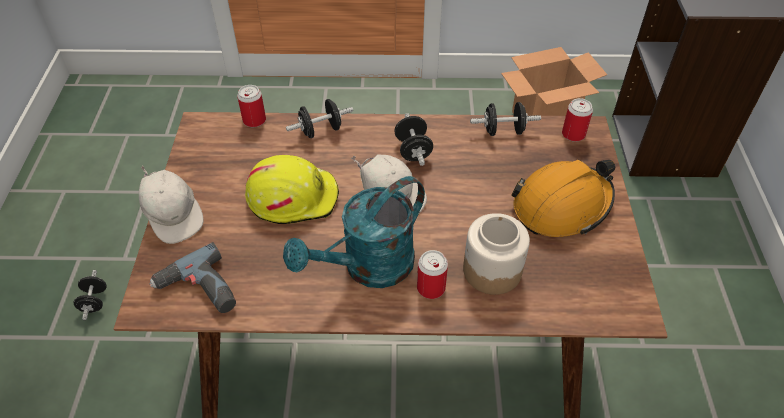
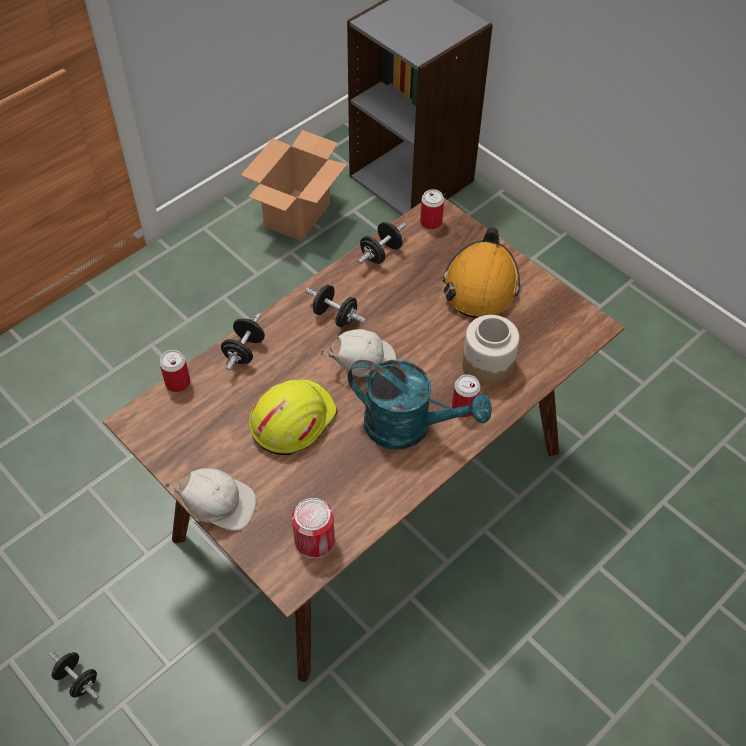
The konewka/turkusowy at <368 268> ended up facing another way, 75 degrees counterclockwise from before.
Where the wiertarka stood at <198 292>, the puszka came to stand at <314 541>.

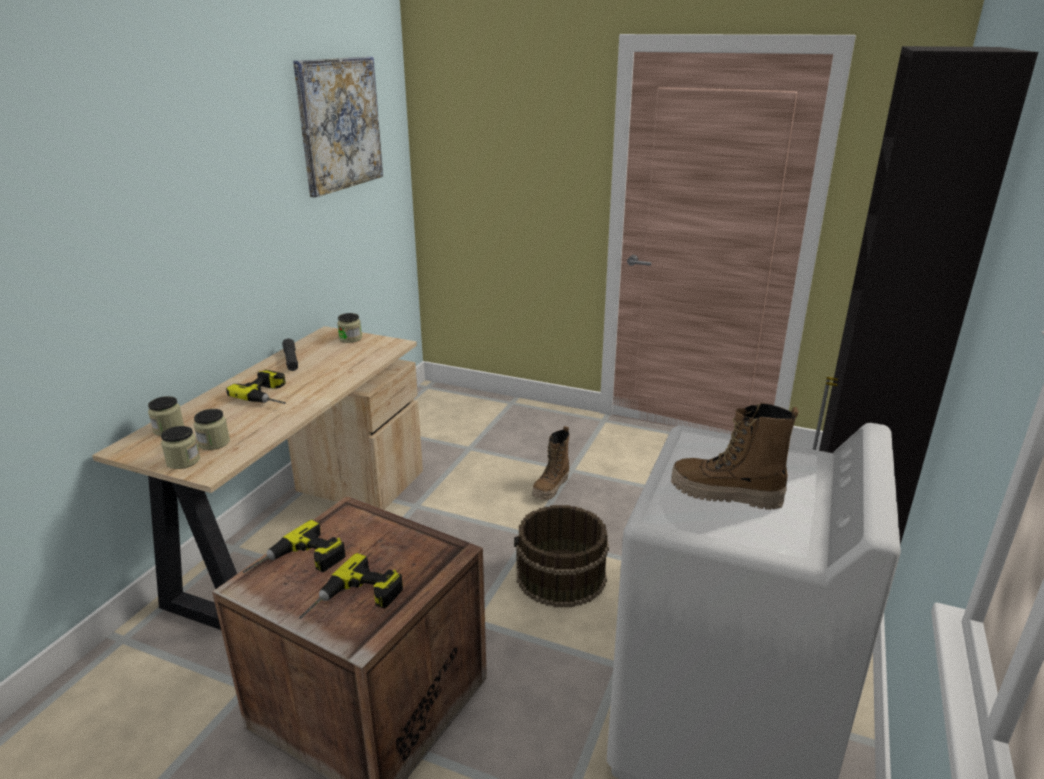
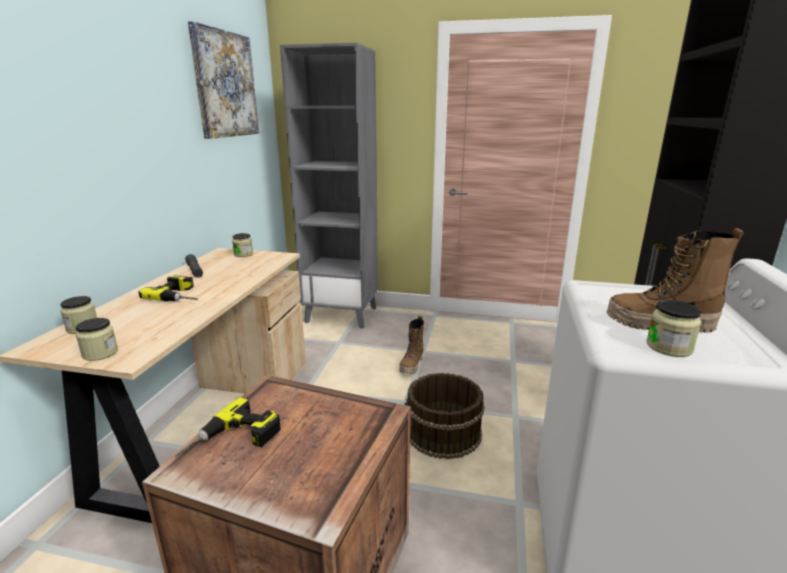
The słoik ended up elsewhere, having gone from <214 443> to <669 347>.
The second view lost the wiertarka at <354 601>.
The second view gained the regał/szary at <342 315>.

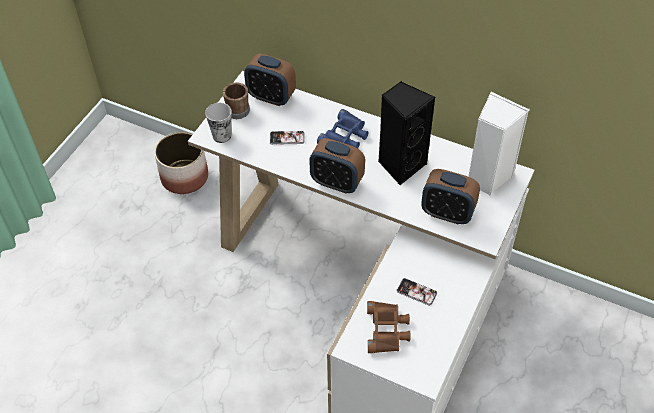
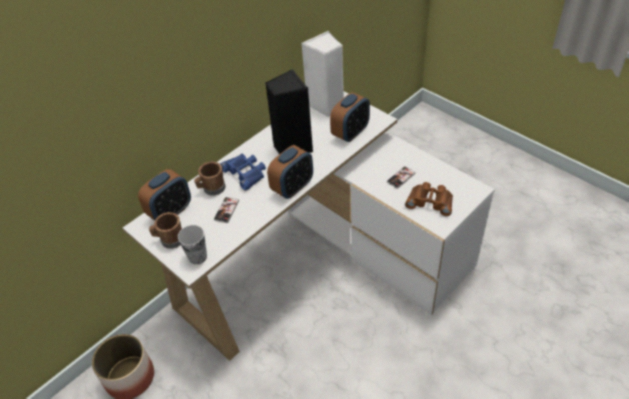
The second view gained the kubek/brązowy at <212 189>.

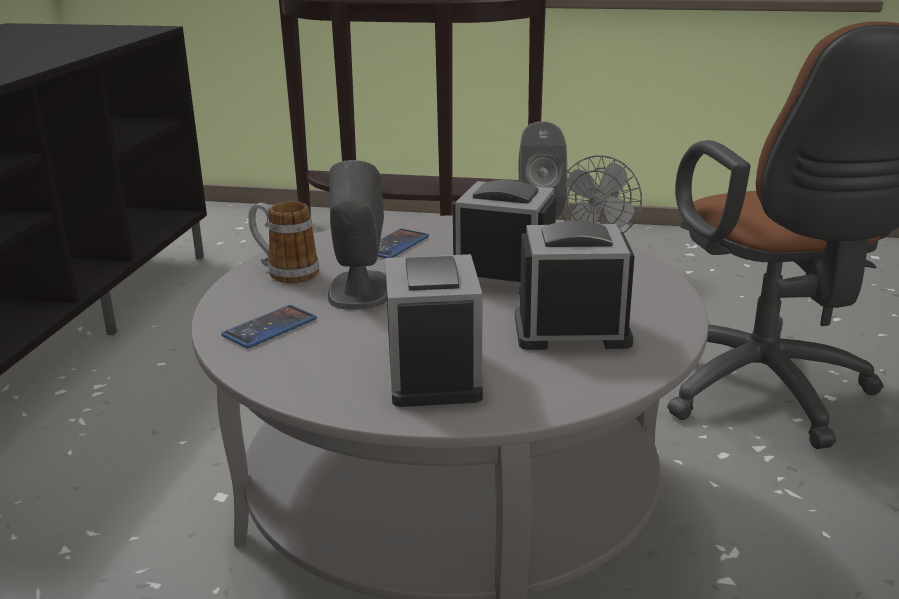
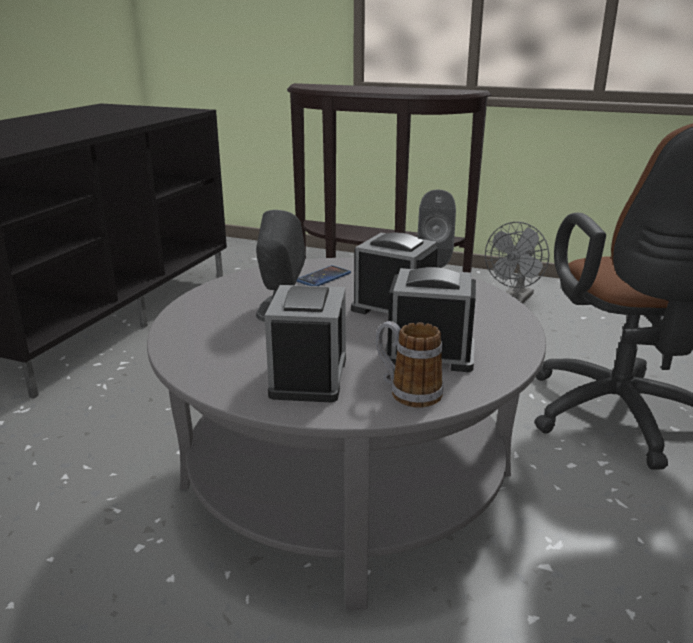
The kubek ended up elsewhere, having gone from <285 272> to <407 392>.
The second view lost the telefon at <270 327>.

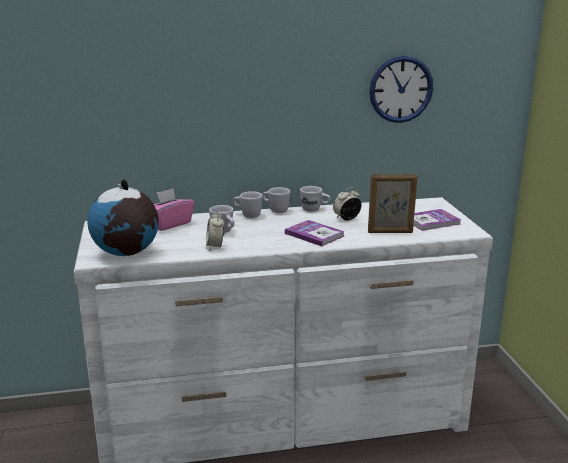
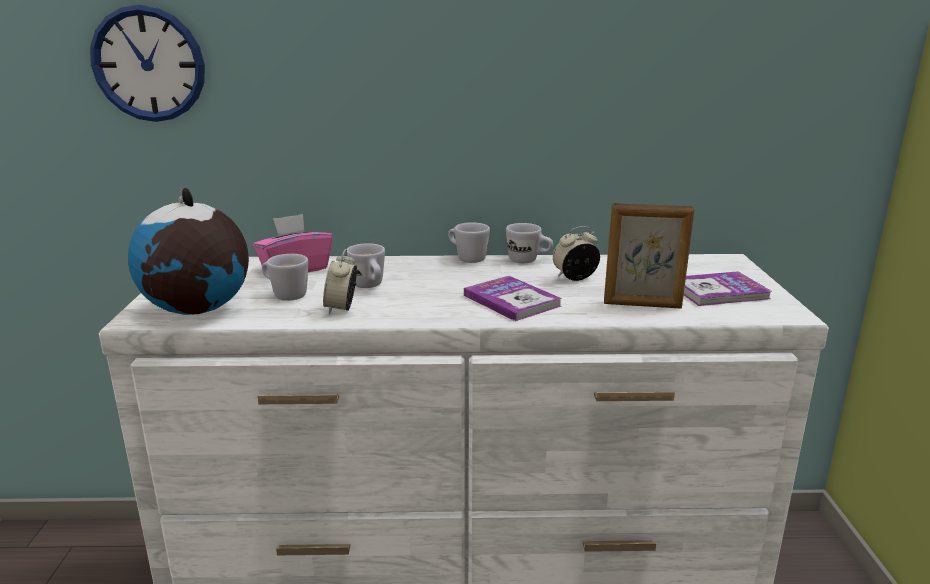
The zegar ścienny ended up elsewhere, having gone from <401 89> to <148 64>.
The kubek/biały ended up elsewhere, having gone from <247 215> to <285 294>.

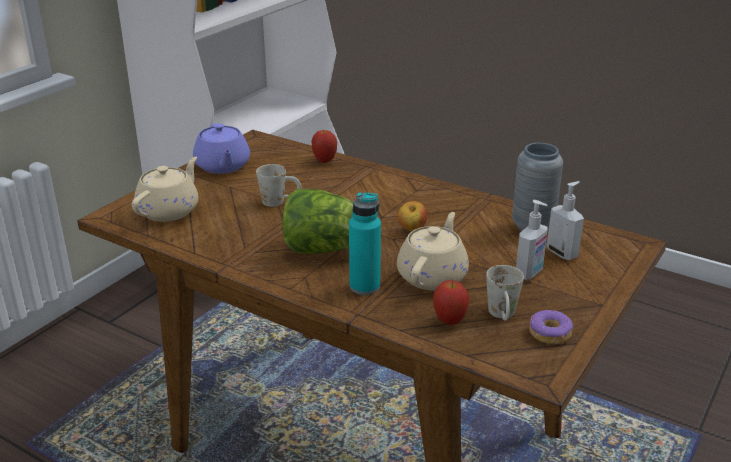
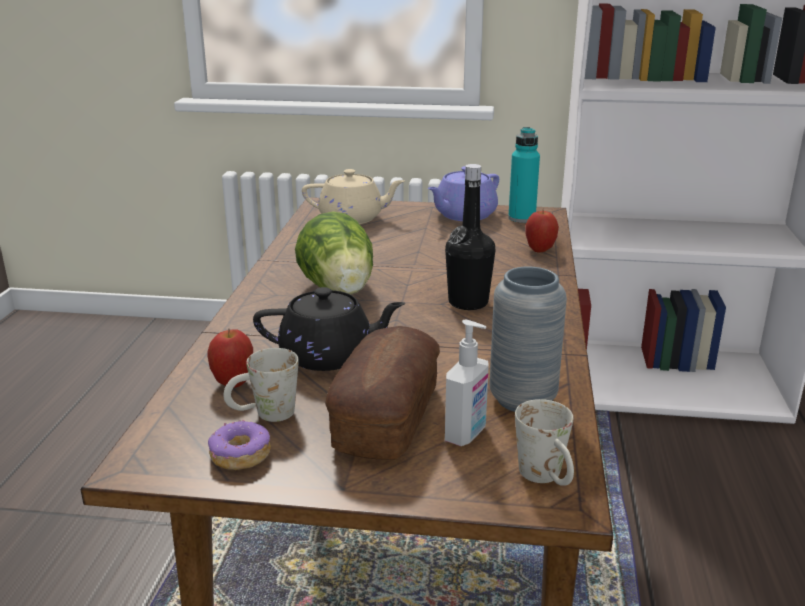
The kubek/biały ended up elsewhere, having gone from <280 202> to <547 479>.
The butelka/turkusowy ended up elsewhere, having gone from <364 286> to <521 218>.
Where the dozownik mydła stood at <529 273>, the chleb came to stand at <386 417>.
The second view lost the jabłko at <411 230>.
What was the imbryk/beżowy at <433 276> turned into the imbryk/czarny at <329 356>.
The second view gained the butelka/czarny at <468 302>.

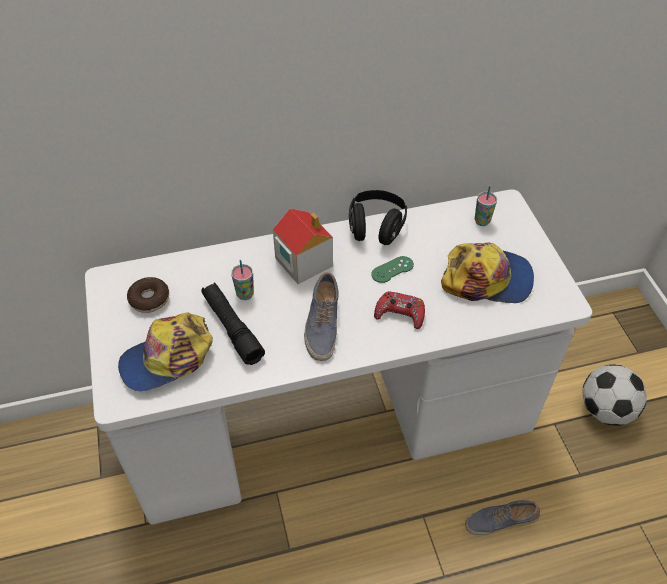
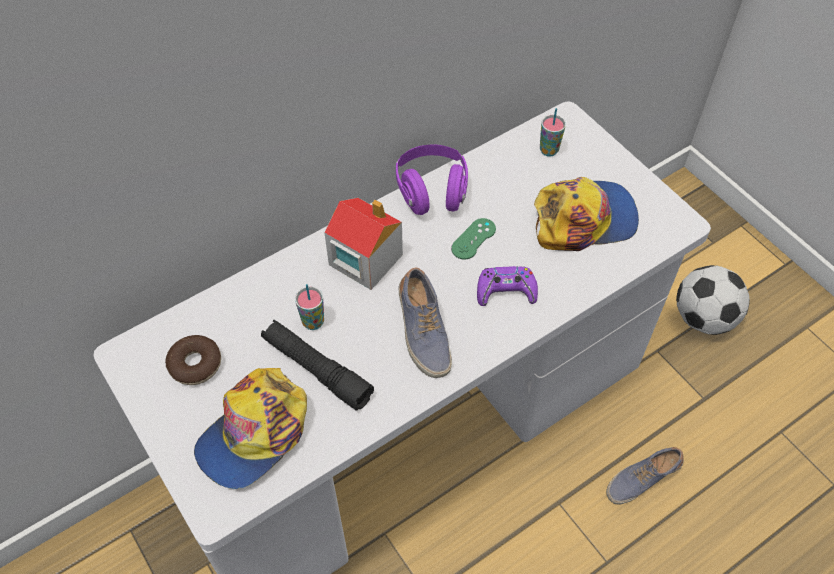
What was the słuchawki/czarny at <376 228> turned into the słuchawki/fioletowy at <432 192>.
What was the pad do gier/czerwony at <400 314> turned into the pad do gier/fioletowy at <505 291>.

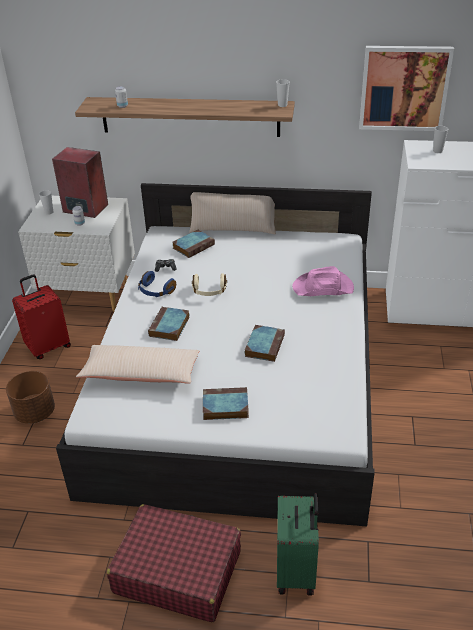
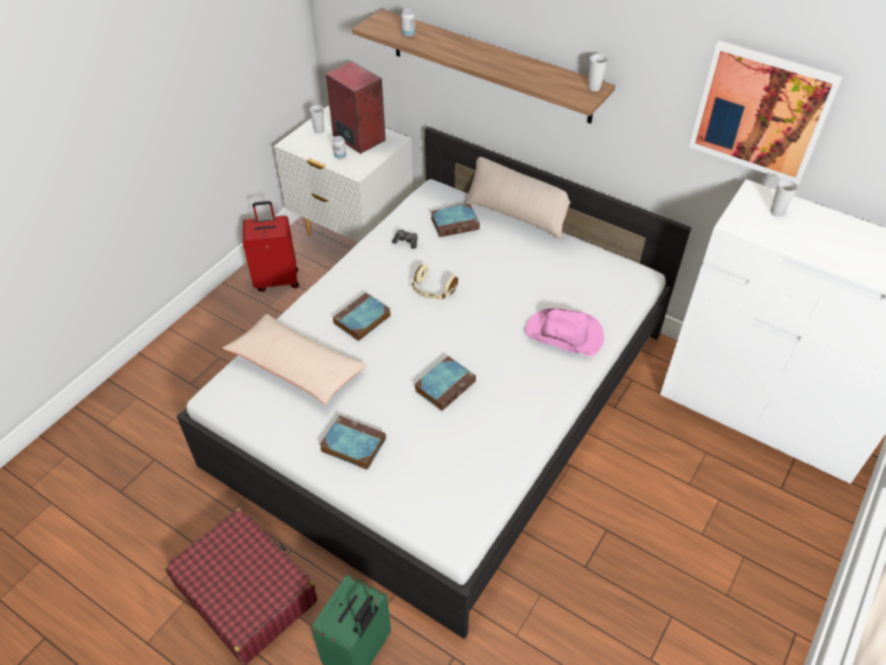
The second view lost the słuchawki/niebieski at <155 291>.
The second view lost the donica/brązowy at <35 412>.

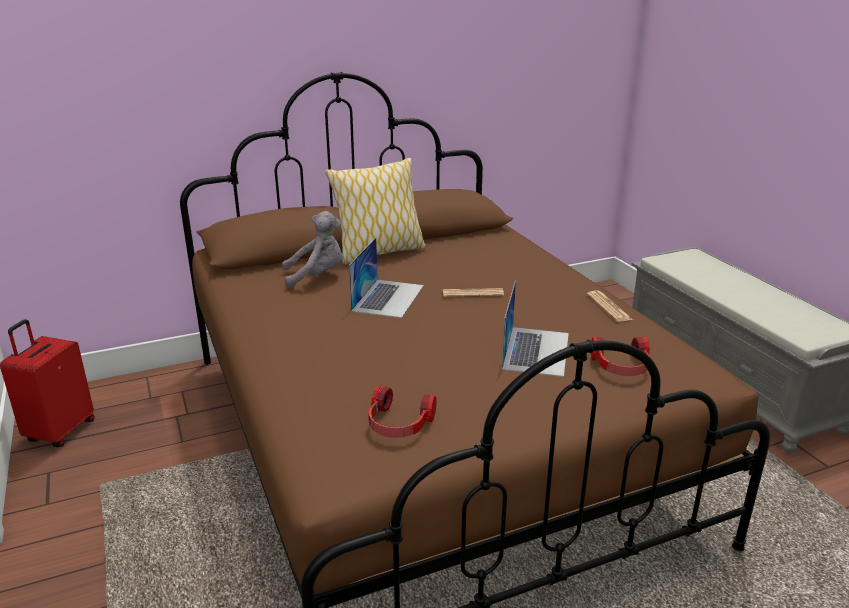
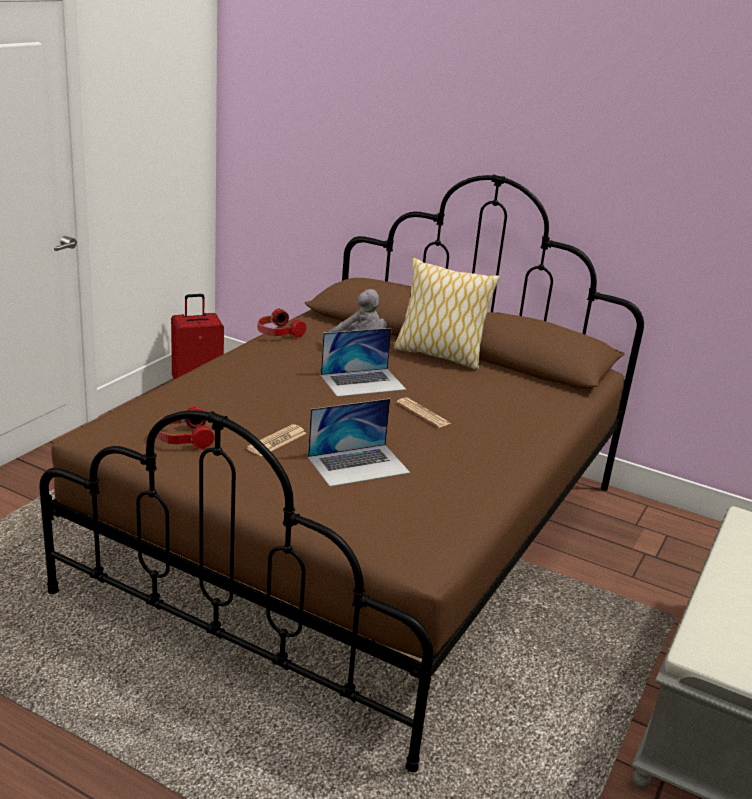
The gazeta ended up elsewhere, having gone from <609 307> to <277 441>.
The słuchawki ended up elsewhere, having gone from <621 367> to <278 333>.

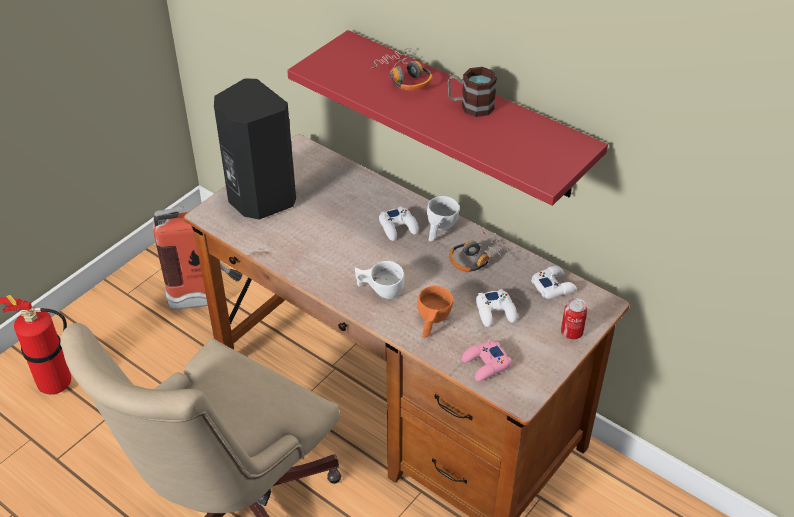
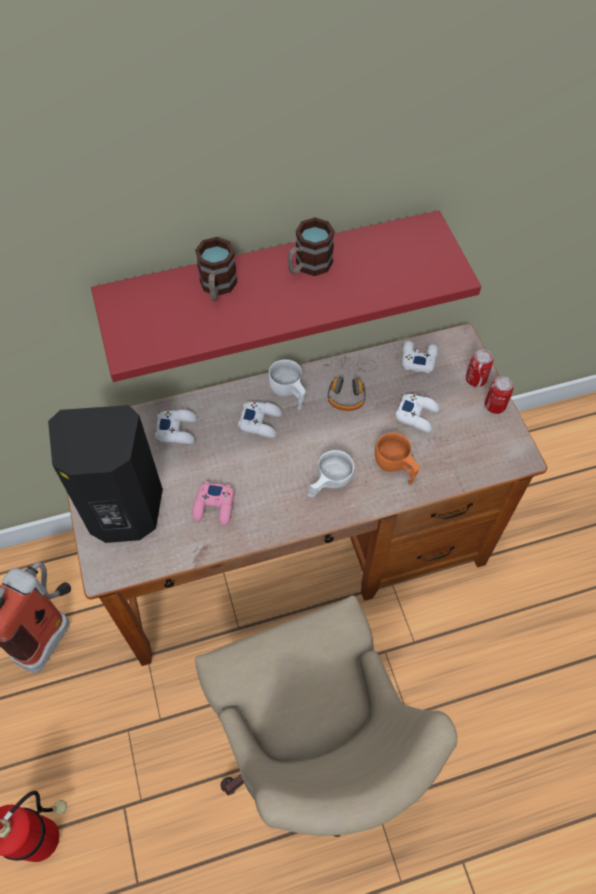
Where the słuchawki stood at <404 77>, the kubek came to stand at <217 287>.
The pad do gier/różowy ended up elsewhere, having gone from <485 365> to <214 506>.
The second view gained the puszka at <494 406>.
The second view gained the pad do gier/biały at <177 430>.

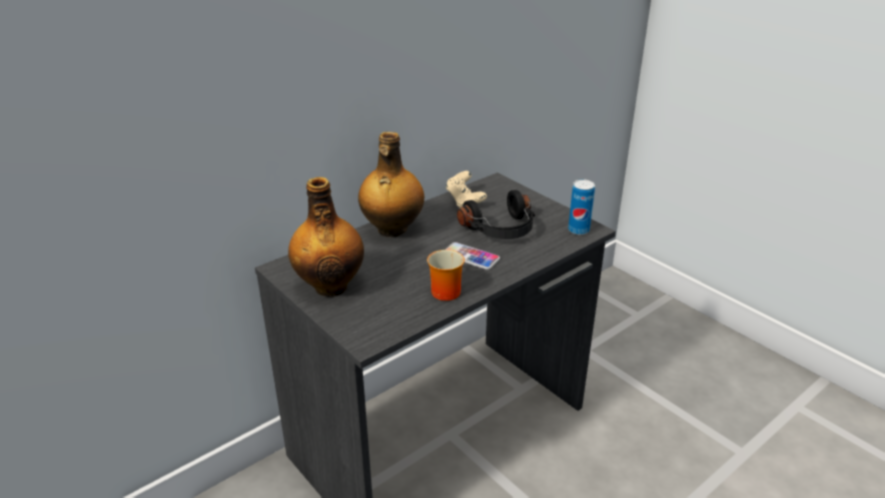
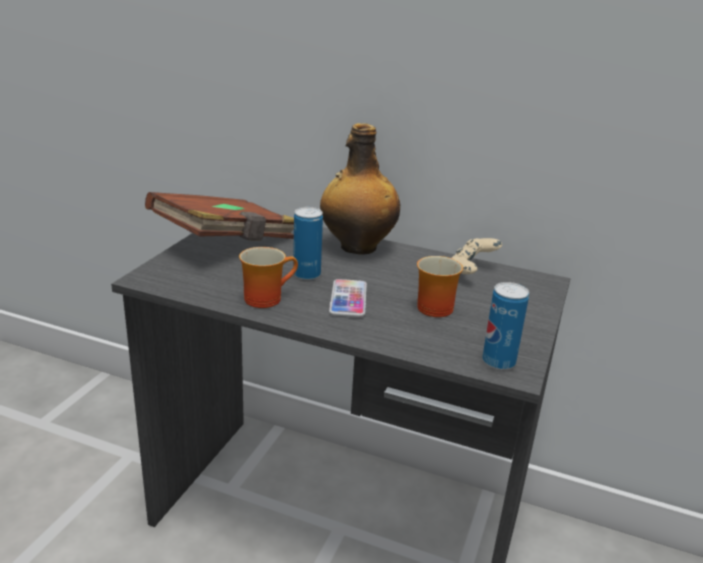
Where the butelka stood at <330 286>, the książka/brązowy came to stand at <227 242>.
Where the słuchawki/czarny stood at <501 230>, the kubek came to stand at <430 306>.
The second view gained the puszka at <306 274>.

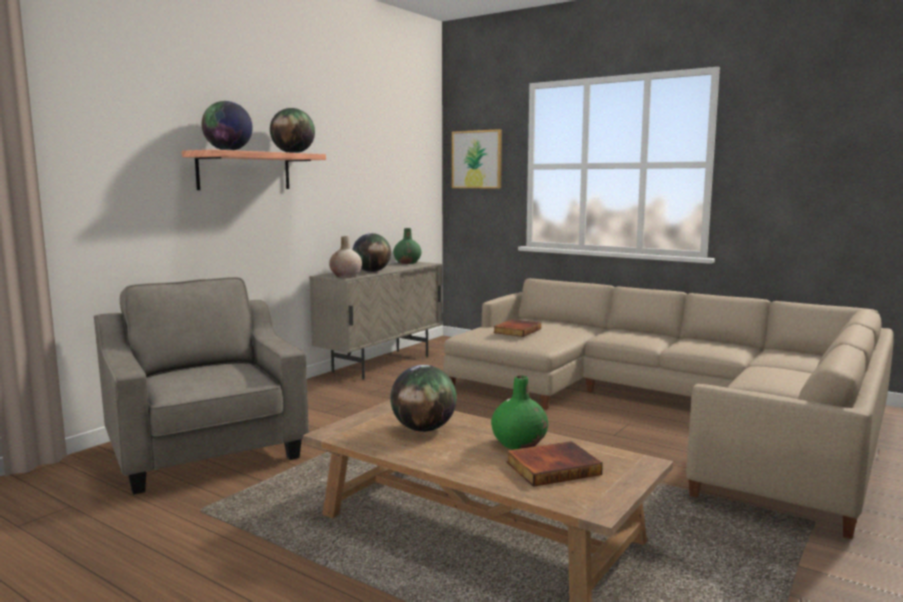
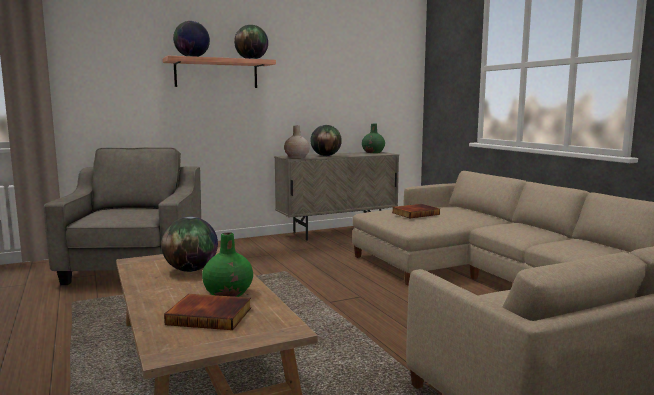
The second view lost the obraz at <477 159>.

